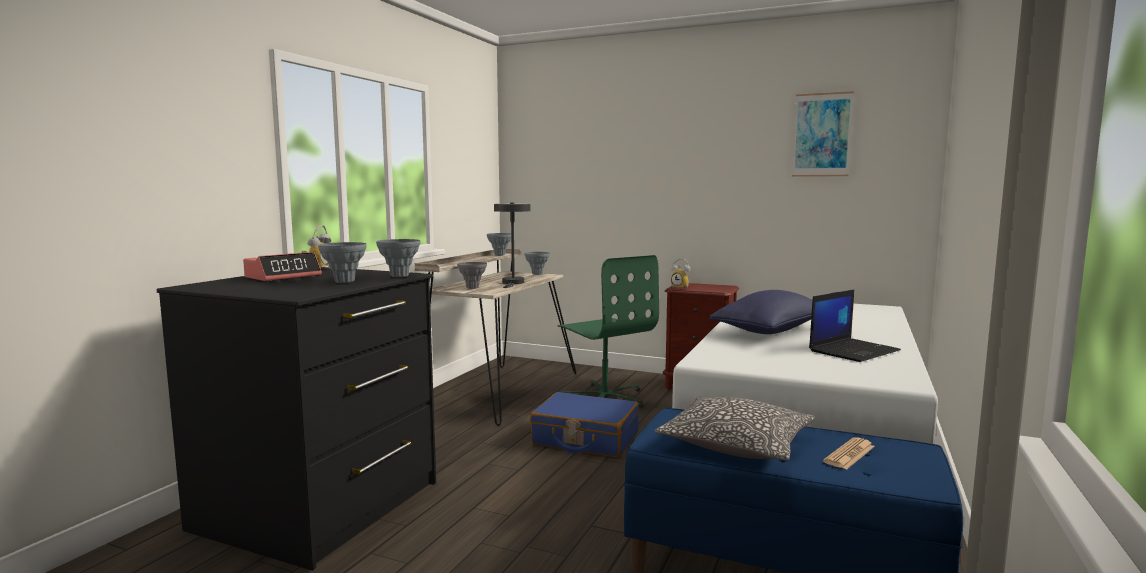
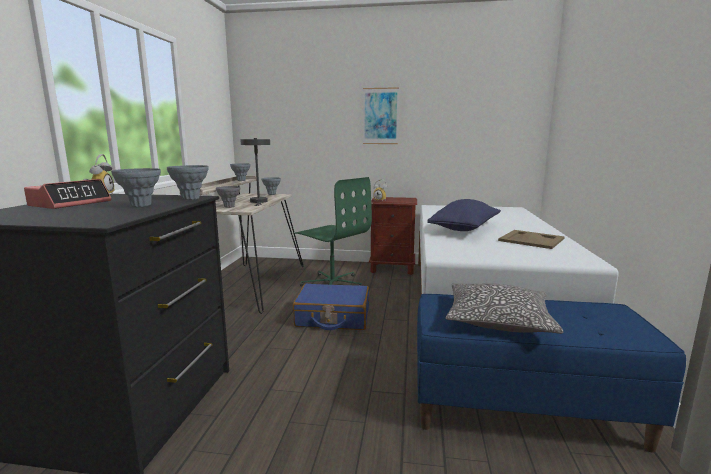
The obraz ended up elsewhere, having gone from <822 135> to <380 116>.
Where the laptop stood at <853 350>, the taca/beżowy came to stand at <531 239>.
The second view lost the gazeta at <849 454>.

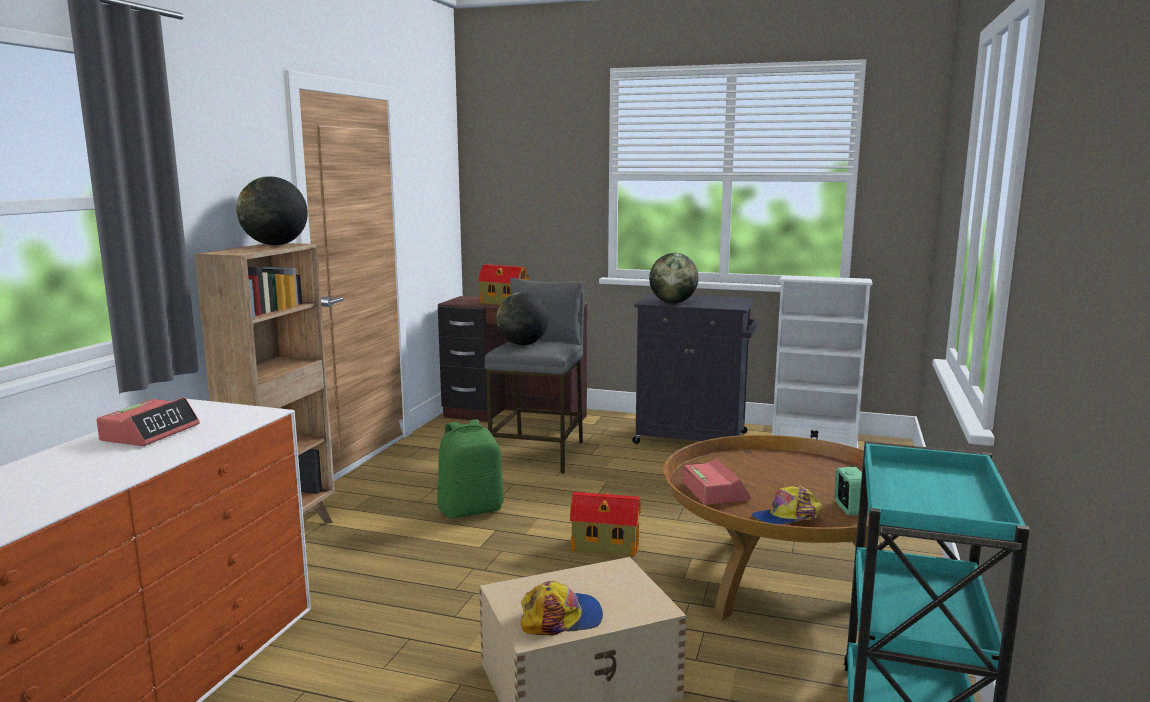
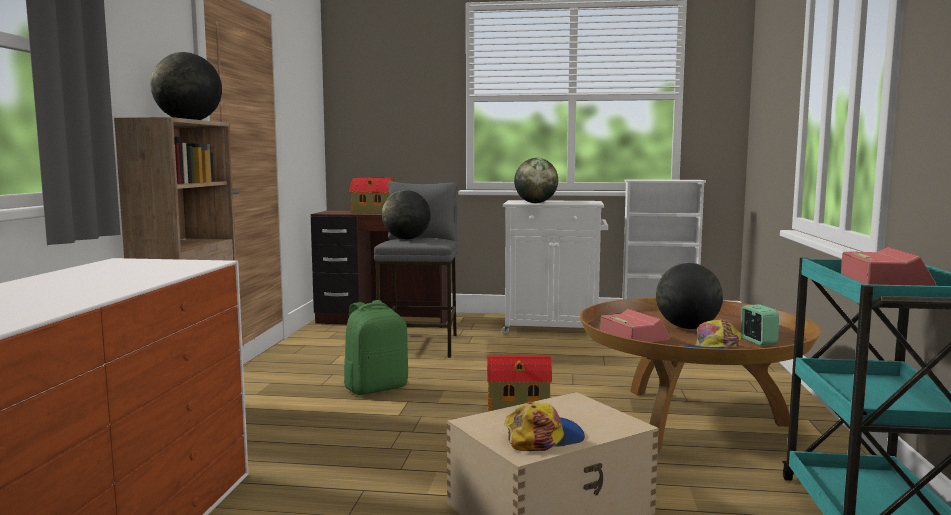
What was the szafka/czarny at <693 438> turned into the szafka/biały at <554 328>.
The budzik ended up elsewhere, having gone from <150 433> to <884 281>.
The second view gained the globus at <687 328>.

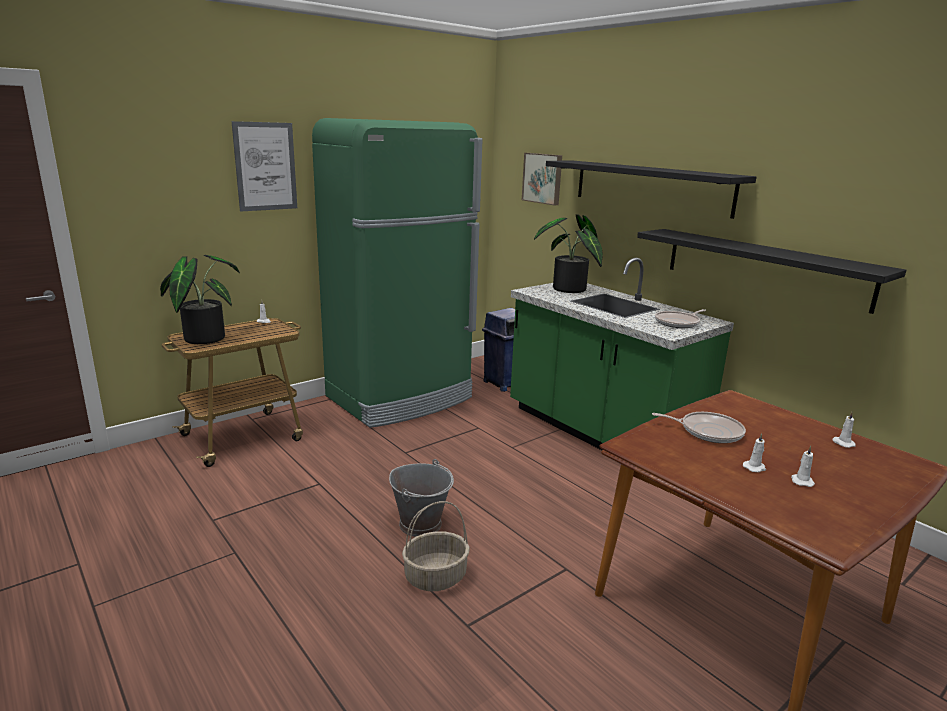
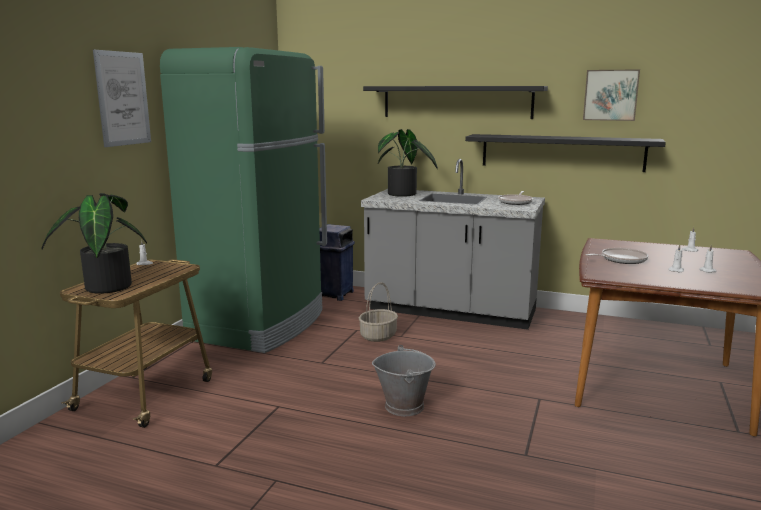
The obraz ended up elsewhere, having gone from <543 178> to <610 95>.
What was the zabudowa kuchenna/zielony at <600 434> turned into the zabudowa kuchenna/szary at <450 311>.
The koszyk ended up elsewhere, having gone from <435 577> to <378 336>.

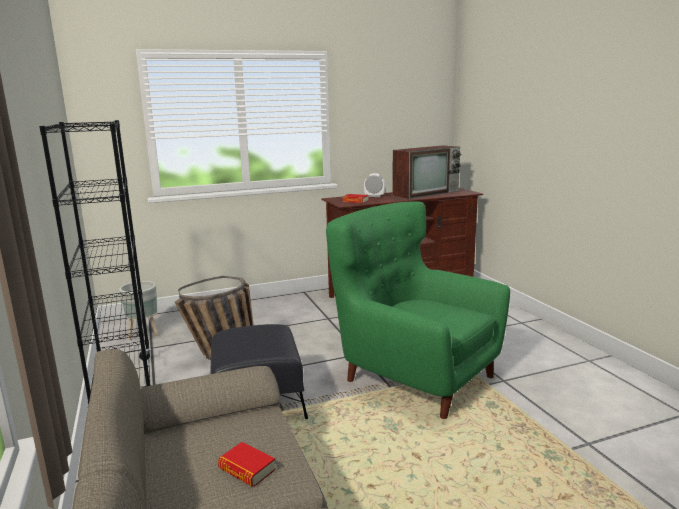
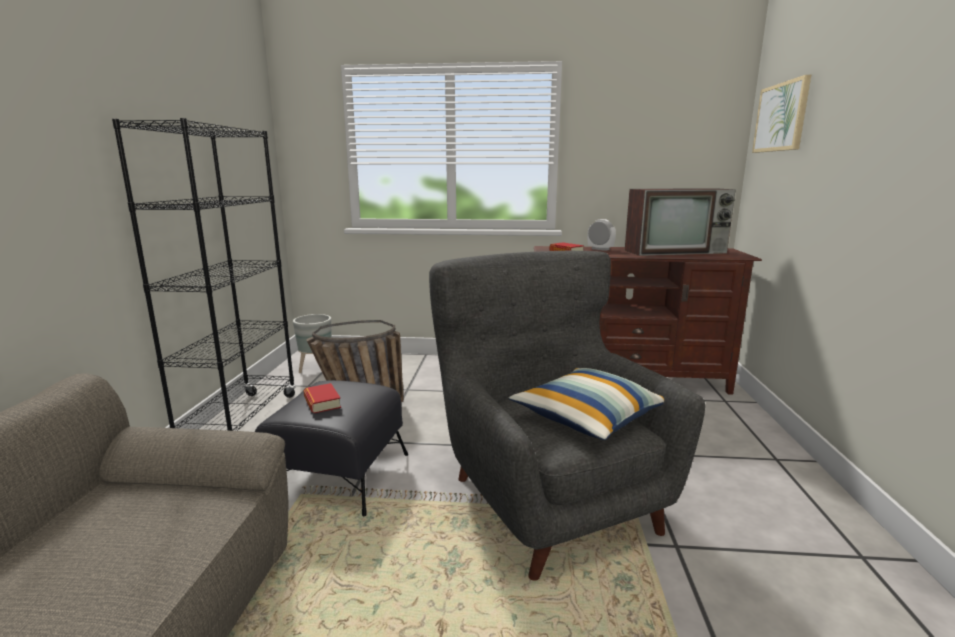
What was the fotel/zielony at <415 376> turned into the fotel/szary at <548 498>.
The książka ended up elsewhere, having gone from <247 469> to <322 402>.
The second view gained the obraz at <781 117>.
The second view gained the poduszka at <587 418>.

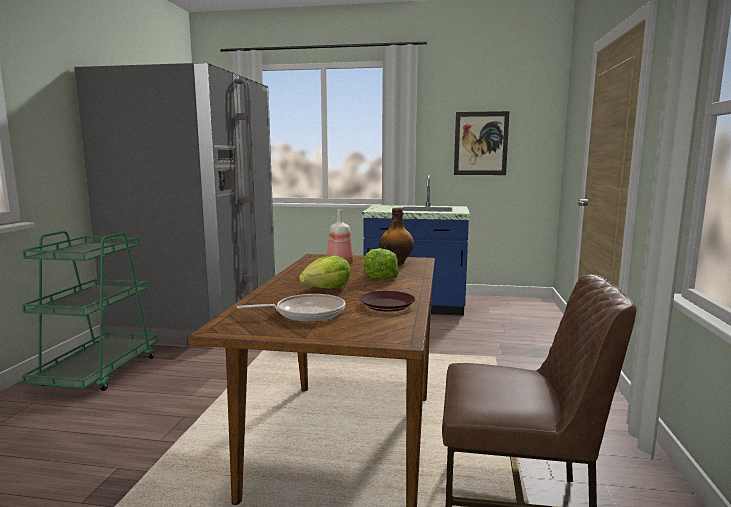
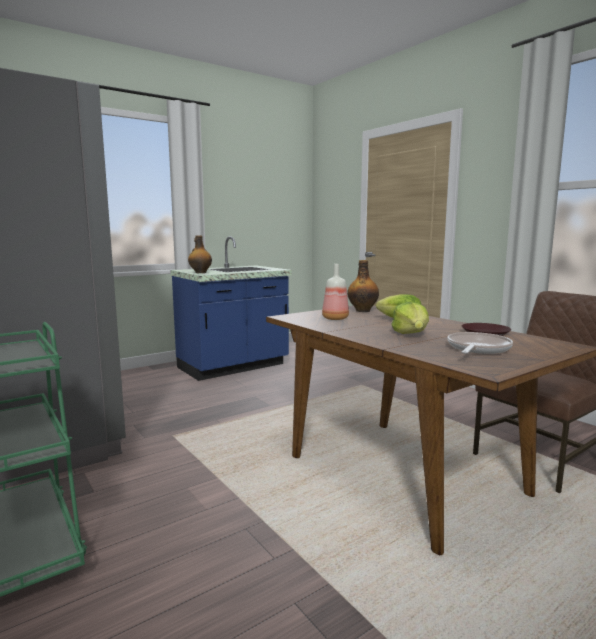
The second view lost the obraz at <481 143>.
The second view gained the butelka at <200 273>.

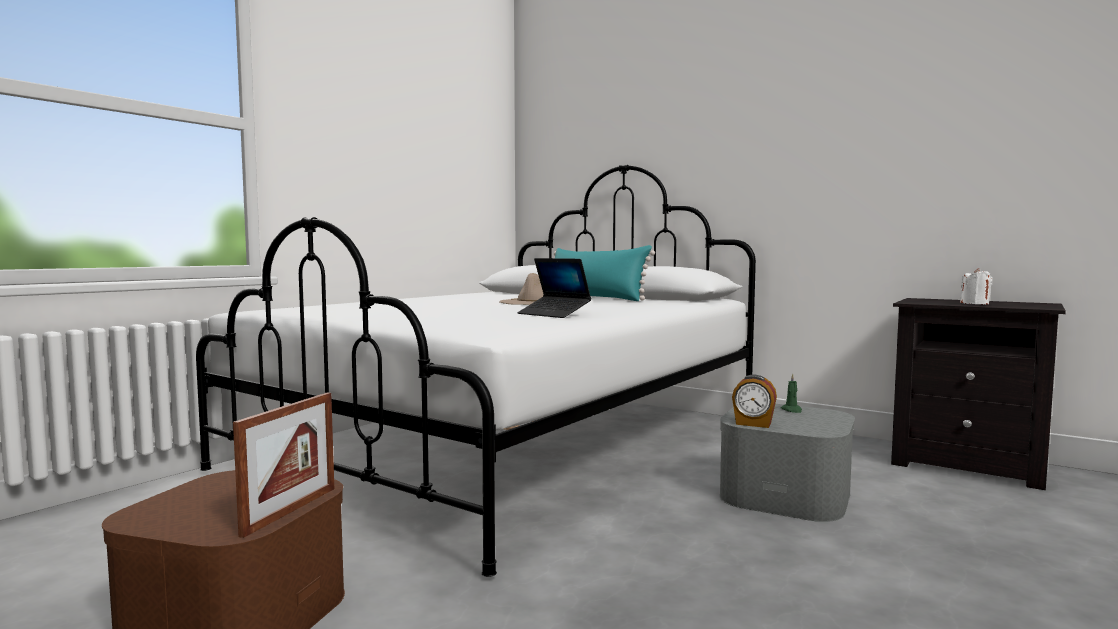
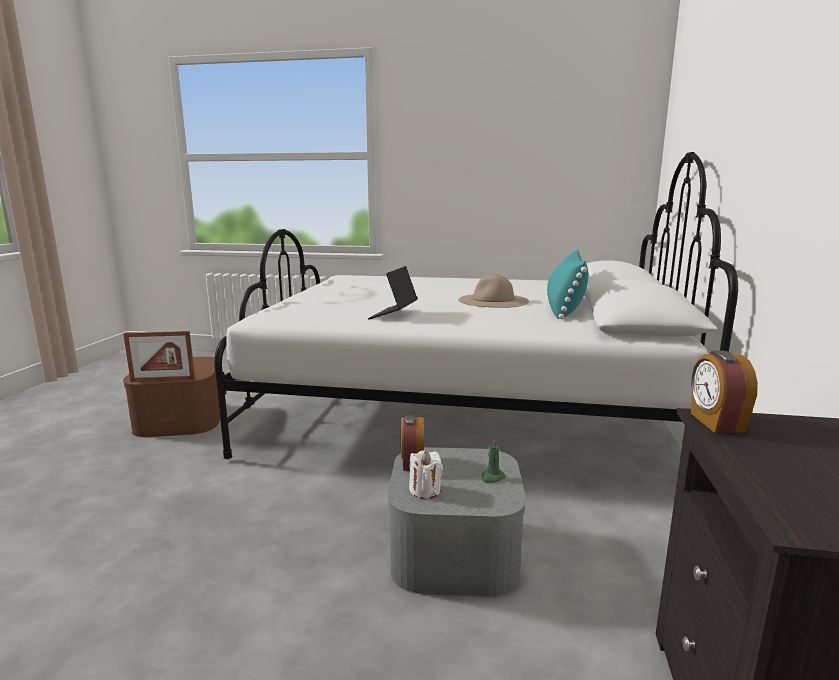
The świeca/biały ended up elsewhere, having gone from <975 304> to <425 490>.
The second view gained the budzik at <715 422>.

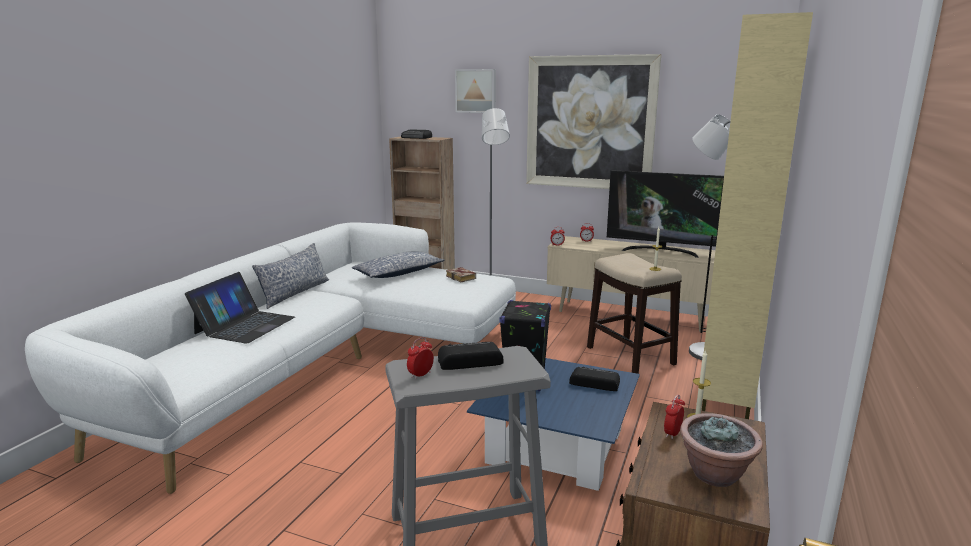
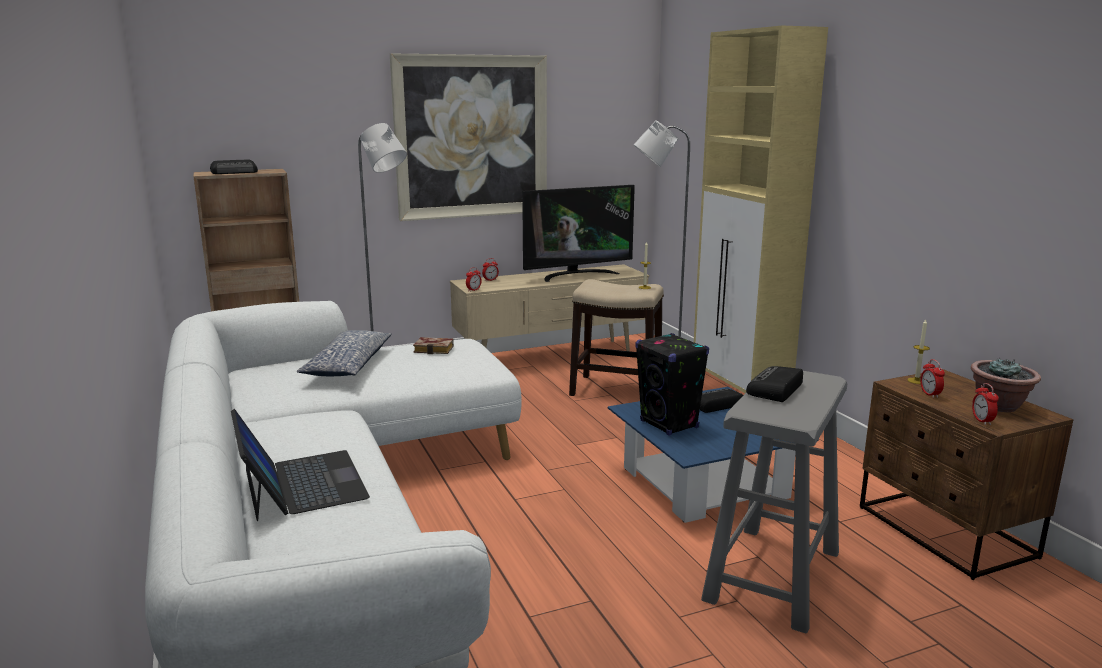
The second view lost the obraz at <476 91>.
The second view lost the poduszka at <295 293>.
The budzik ended up elsewhere, having gone from <420 375> to <982 421>.

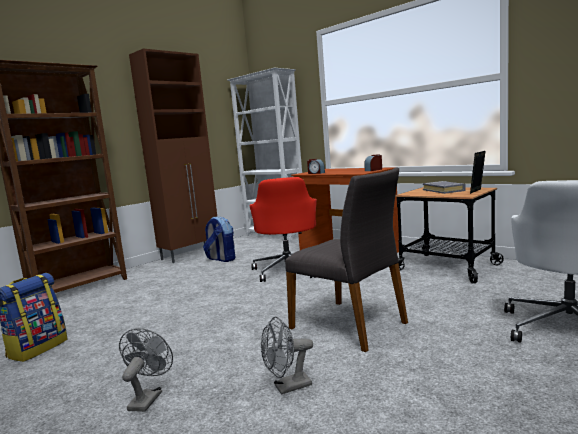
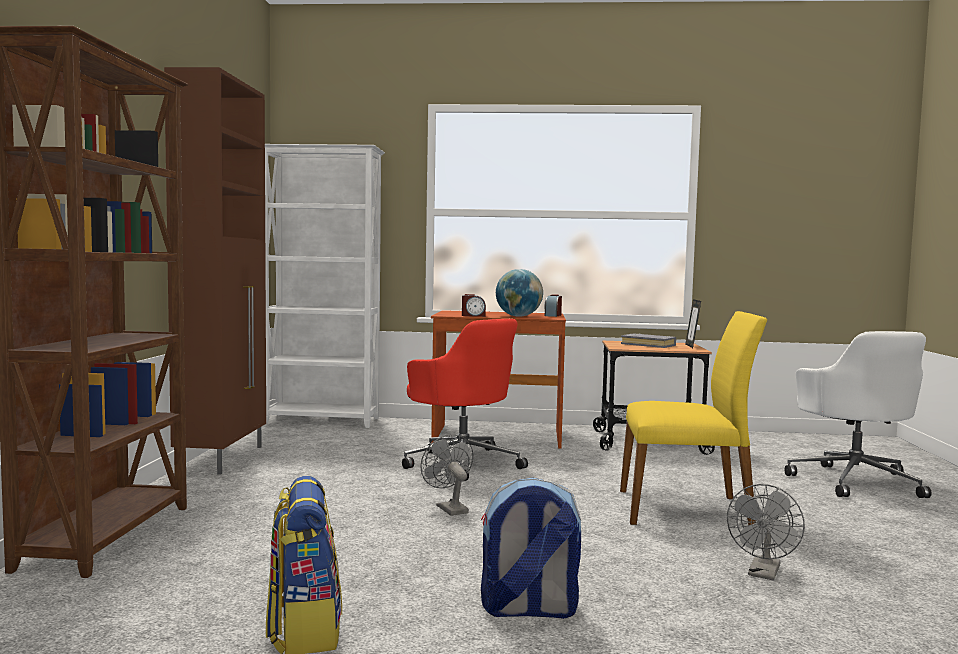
What was the krzesło/szary at <350 325> turned into the krzesło/żółty at <686 509>.
The plecak ended up elsewhere, having gone from <221 259> to <528 609>.
The wentylator/szary ended up elsewhere, having gone from <148 398> to <449 508>.
The second view gained the globus at <518 316>.

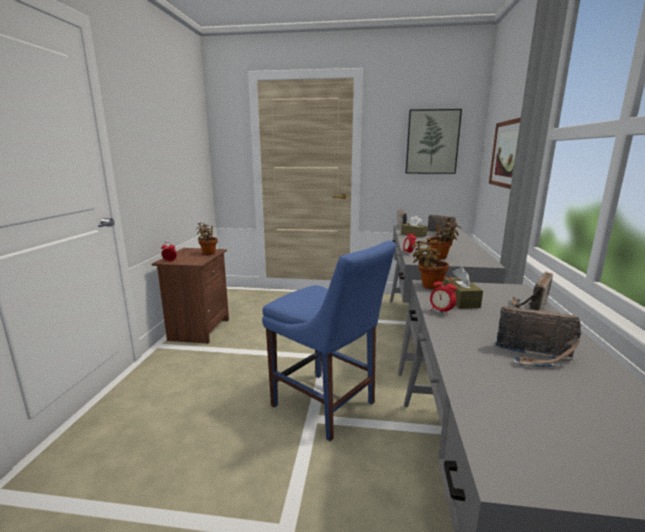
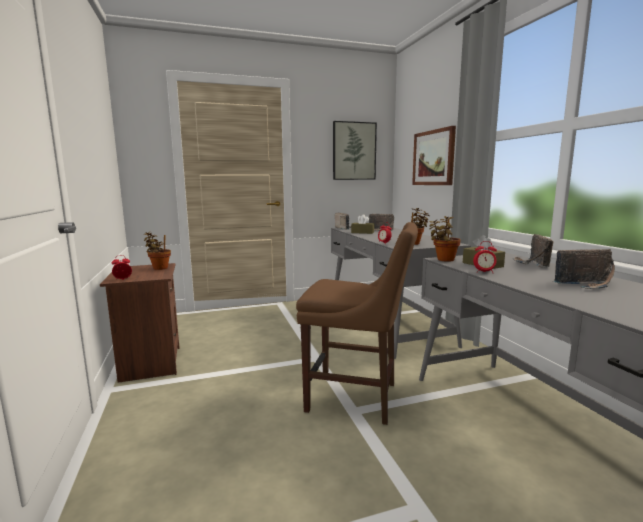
What was the krzesło/niebieski at <327 406> turned into the krzesło/brązowy at <357 398>.

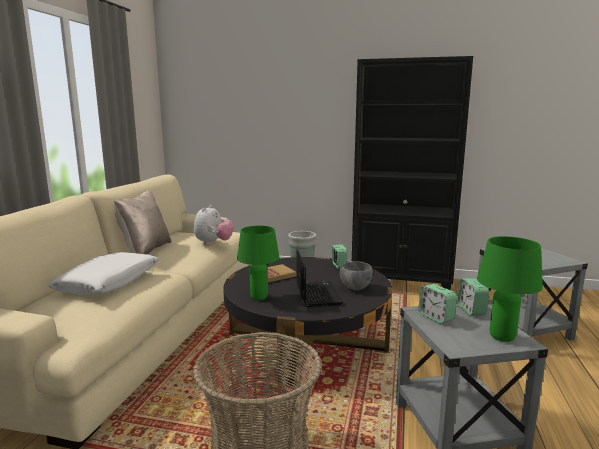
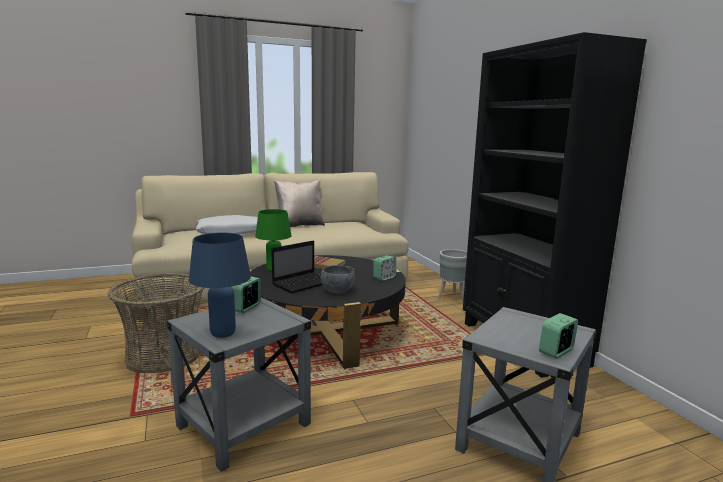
The second view lost the pluszak at <213 243>.
What was the lampa stołowa/zielony at <501 337> turned into the lampa stołowa/niebieski at <223 333>.
The budzik ended up elsewhere, having gone from <471 310> to <556 352>.

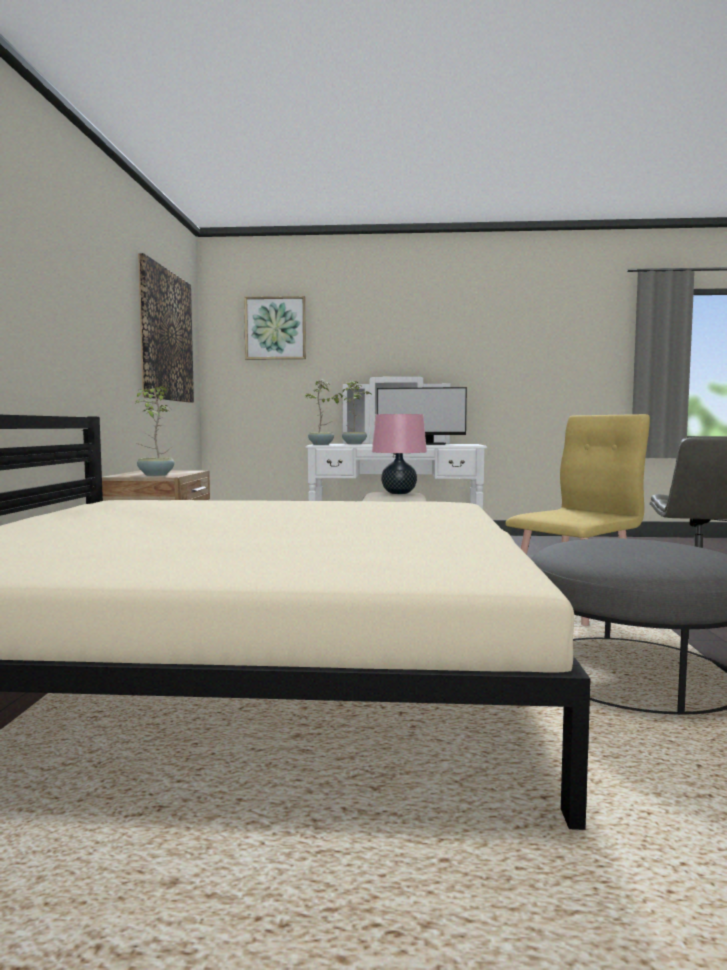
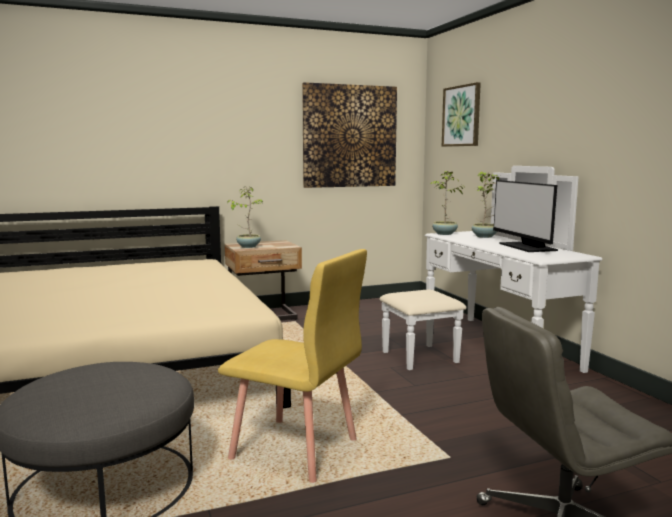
The second view lost the lampa stołowa/różowy at <399 493>.

